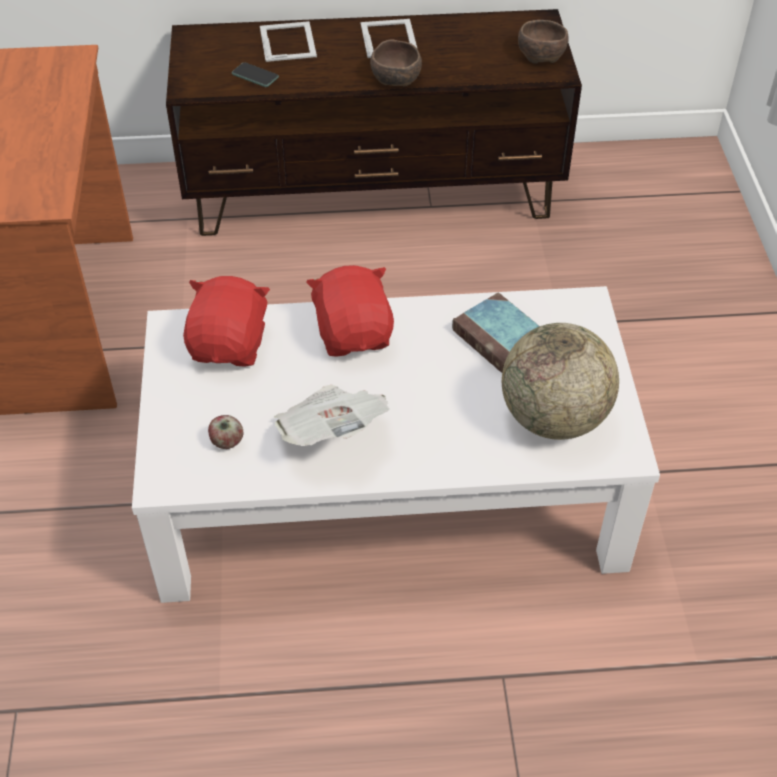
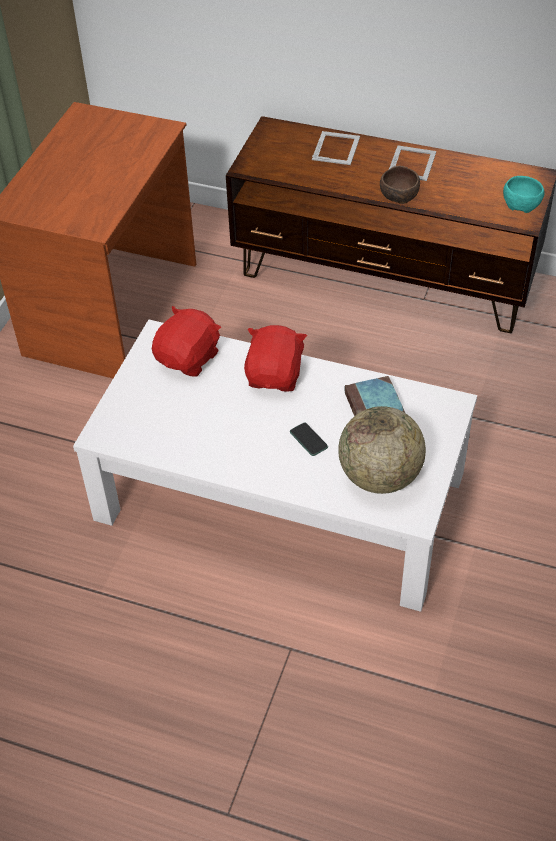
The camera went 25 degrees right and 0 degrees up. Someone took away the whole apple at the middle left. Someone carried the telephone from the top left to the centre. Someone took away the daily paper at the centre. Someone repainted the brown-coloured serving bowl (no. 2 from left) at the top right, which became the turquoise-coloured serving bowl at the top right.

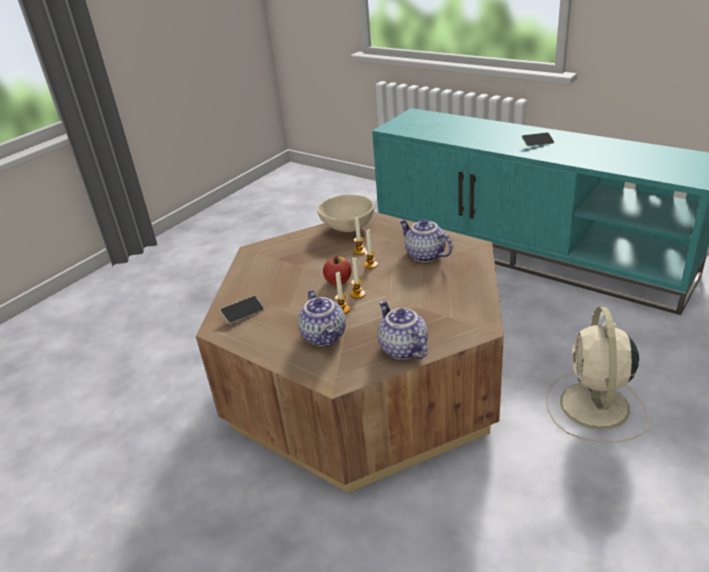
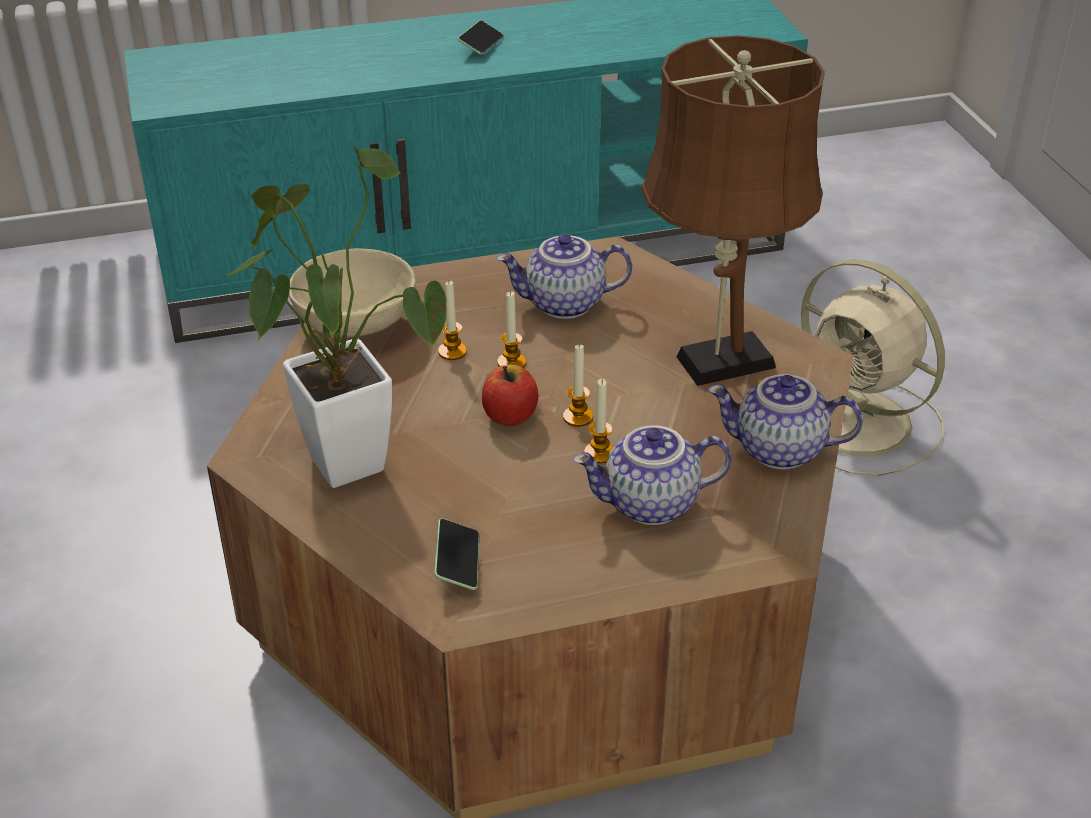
The camera went 55 degrees left and 5 degrees up. Someone rotated the tea pot (no. 1 from left in the first image) at the centre by 150 degrees clockwise. Someone put down the plant in a pot at the middle left. Someone put down the brown-coloured tabletop lamp at the top right.

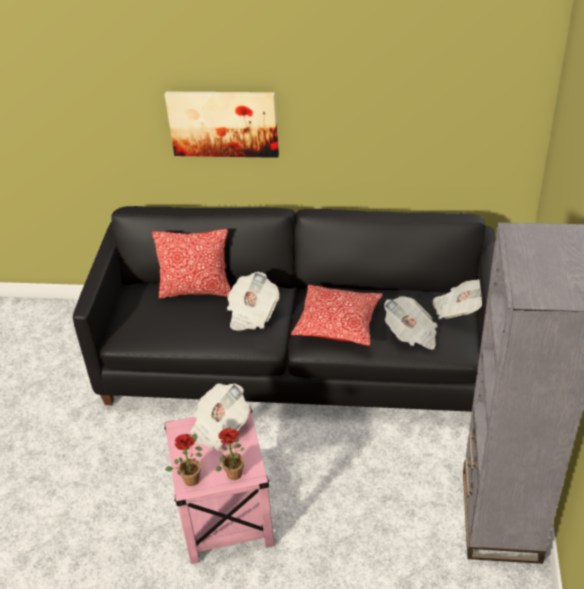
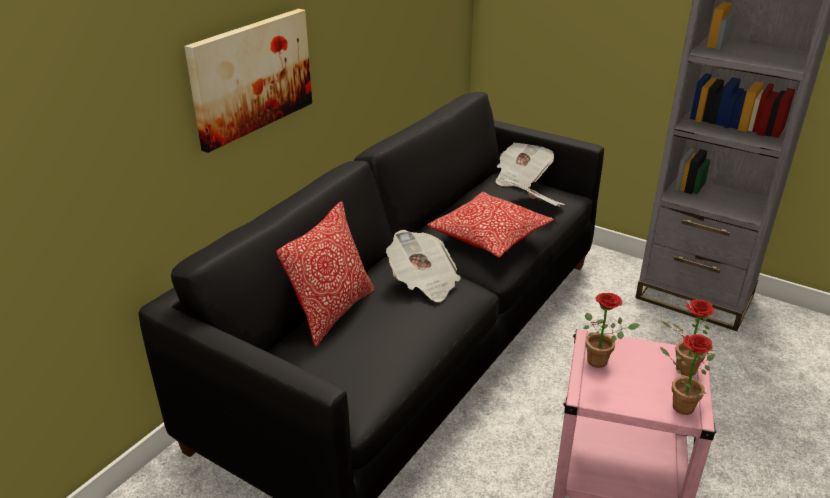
The camera went 65 degrees left and 10 degrees down. Someone swapped the daily paper (no. 1 from left) at the bottom centre for the plant in a pot (no. 1 from left) at the middle right.

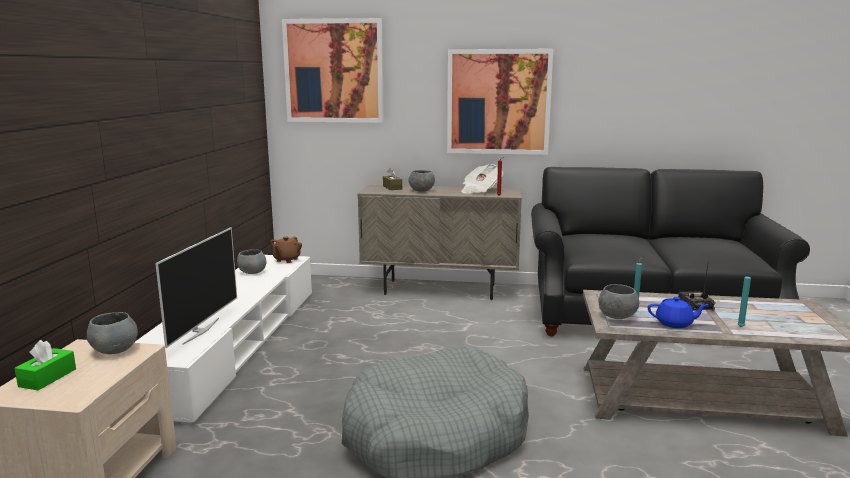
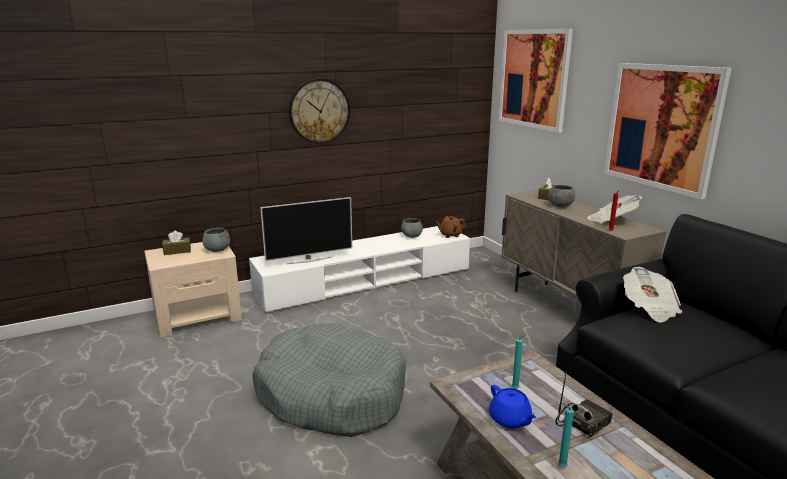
The camera went 55 degrees right and 5 degrees up. Someone repainted the green-coloured tissue holder at the bottom left, which became the brown-coloured tissue holder (no. 1 from left) at the middle left. Someone took away the greyish serving bowl (no. 4 from left) at the middle right. Someone put up the wall clock at the top centre. Someone put down the daily paper (no. 2 from left) at the middle right.

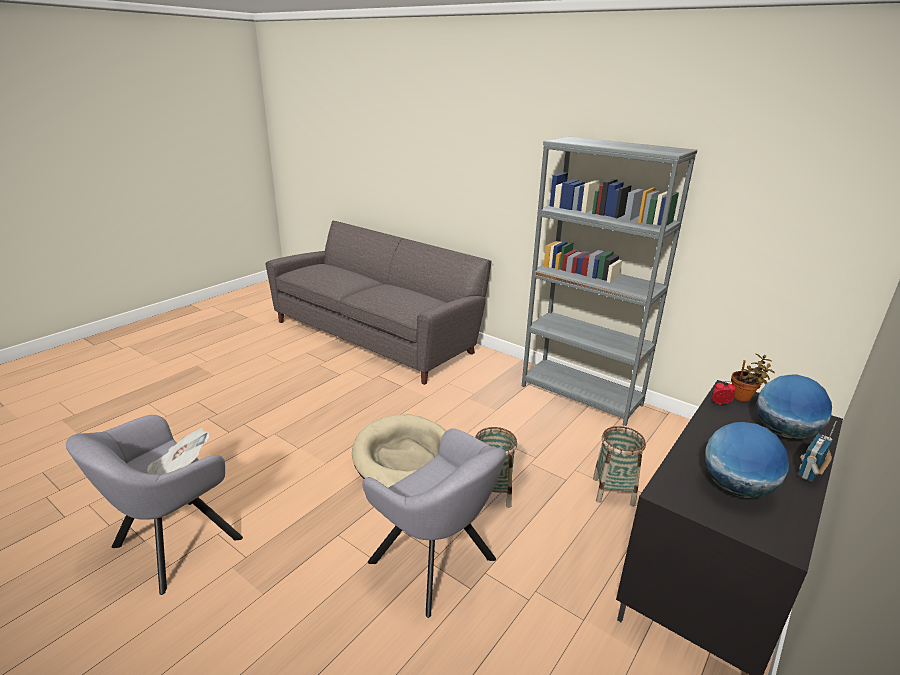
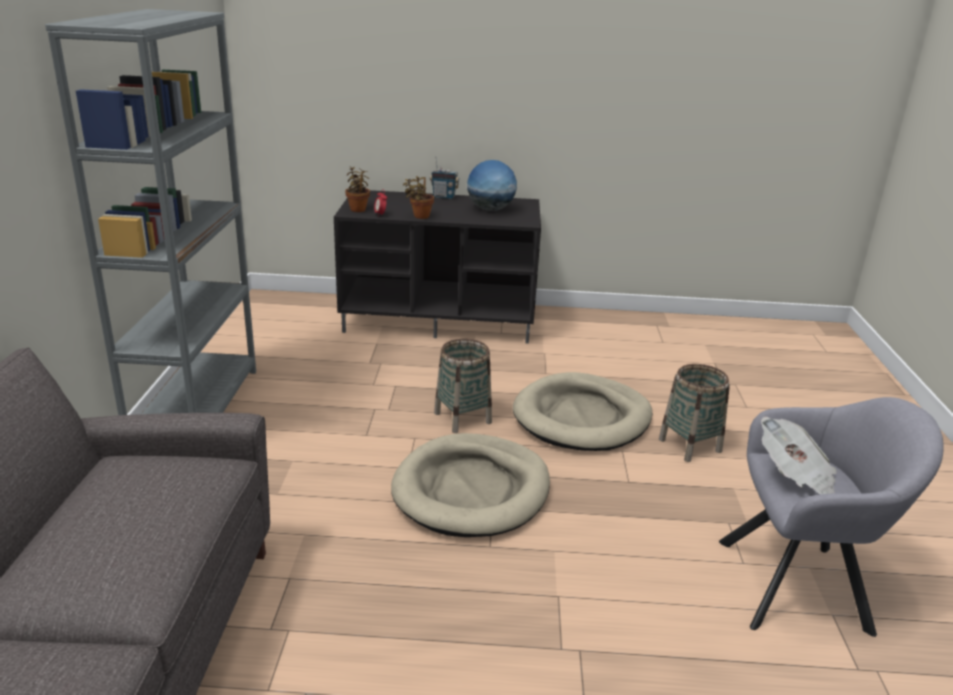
The camera went 125 degrees left and 0 degrees up. Someone swapped the greyish easy chair (no. 2 from left) at the bottom centre for the beige dog cushion (no. 2 from left) at the centre. Someone carried the household basket (no. 2 from left) from the bottom right to the middle right. Someone took away the desk globe (no. 2 from left) at the middle right. Someone put down the plant in a pot (no. 2 from left) at the top centre.

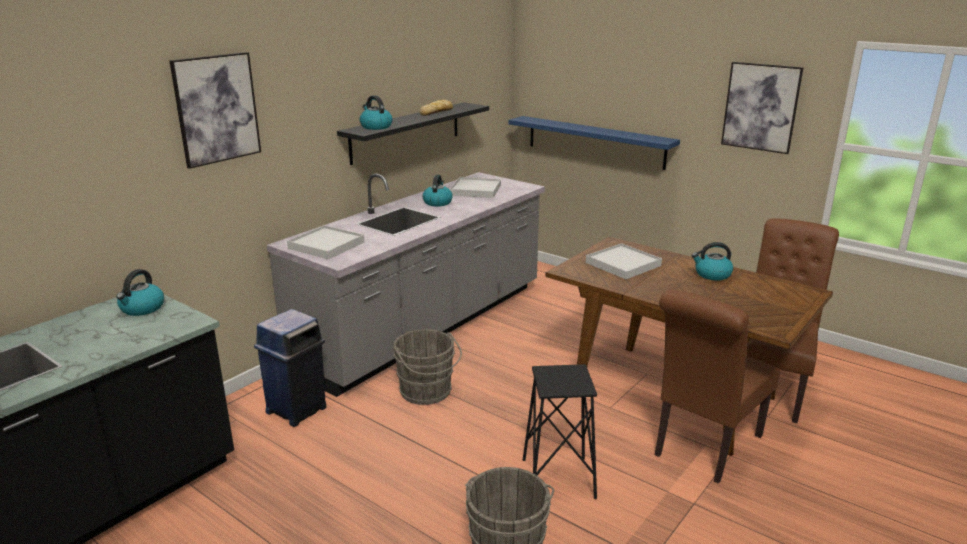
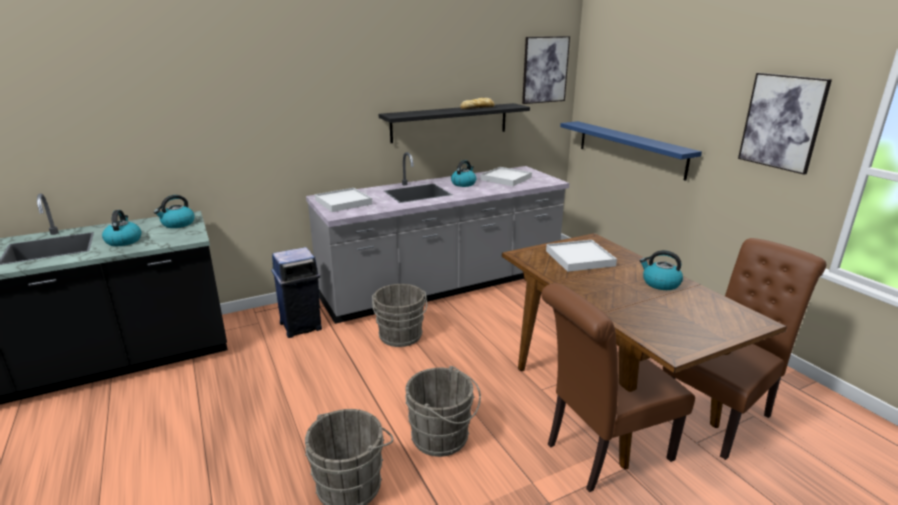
The camera went 25 degrees right and 0 degrees up. Someone carried the picture (no. 1 from left) from the top left to the top centre. Someone carried the water kettle (no. 2 from left in the first image) from the top centre to the middle left. Someone swapped the blackish sitting stool at the bottom centre for the greyish pail (no. 3 from left) at the bottom centre.

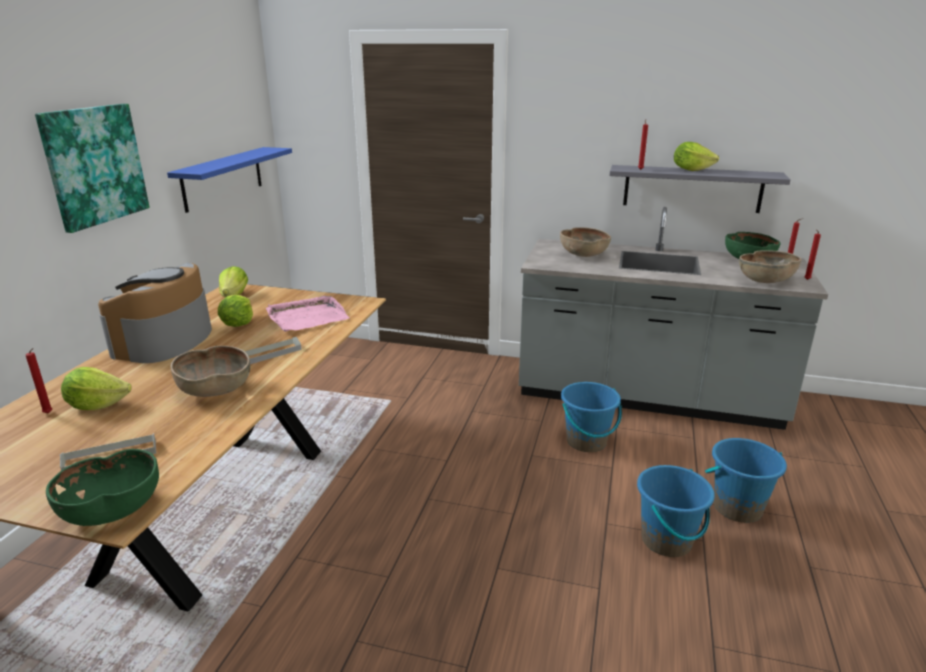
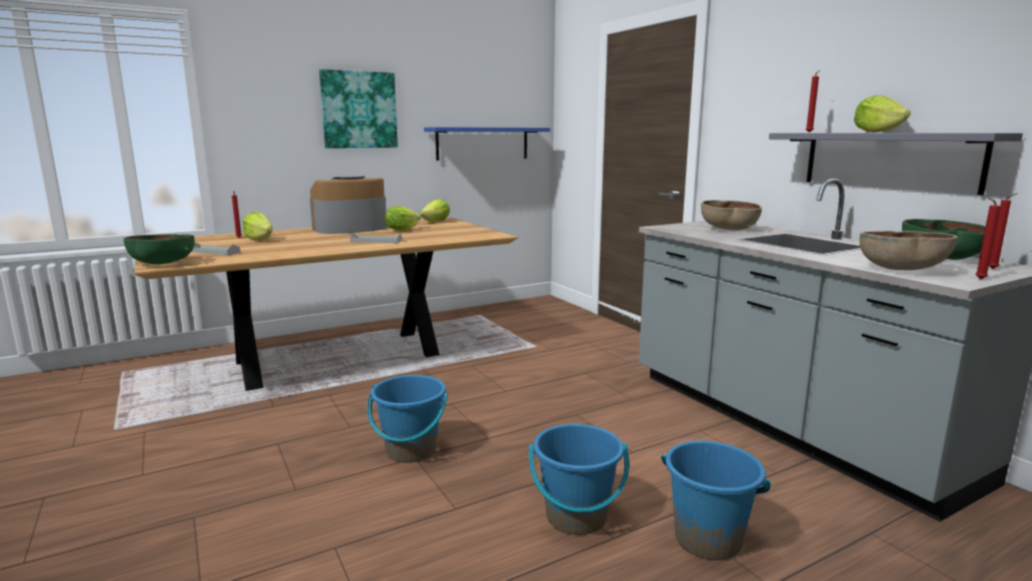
The camera went 45 degrees right and 10 degrees down. Someone took away the brown-coloured serving bowl (no. 1 from left) at the middle left. Someone took away the pinkish carrying tray at the middle left. Someone carried the bluish pail (no. 1 from left) from the centre to the bottom centre.

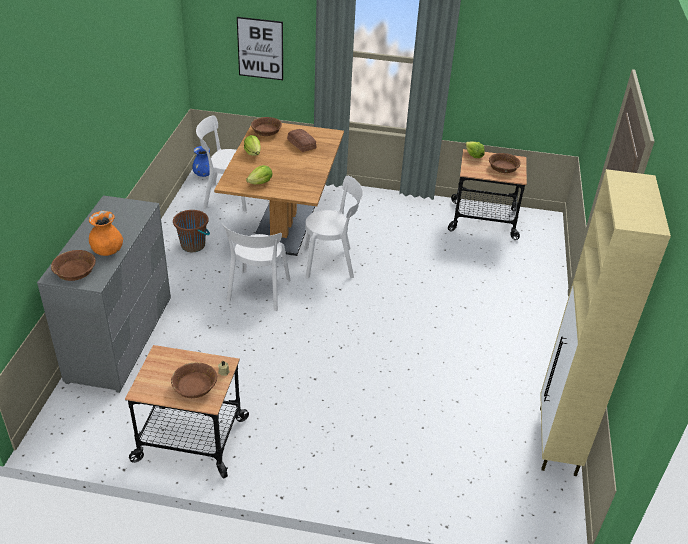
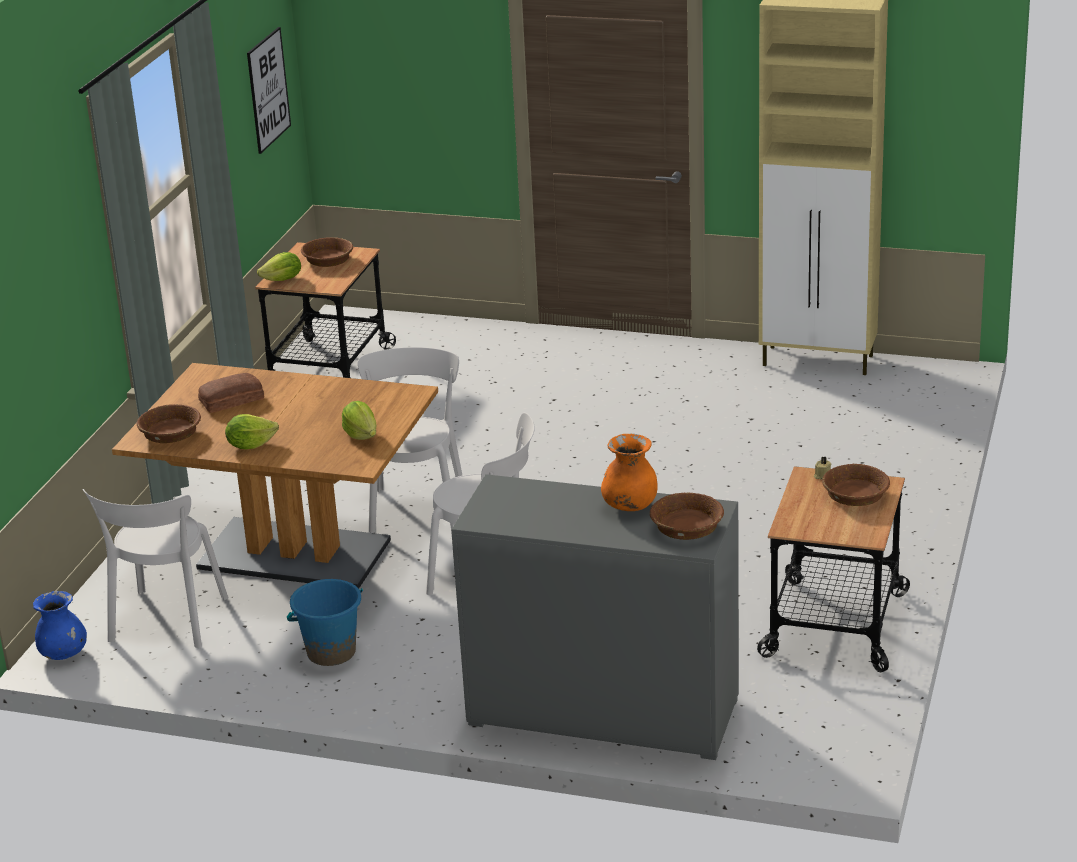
The camera went 80 degrees left and 10 degrees down. Someone repainted the brown-coloured pail at the middle left, which became the bluish pail at the bottom left. Someone carried the picture from the top centre to the top left.

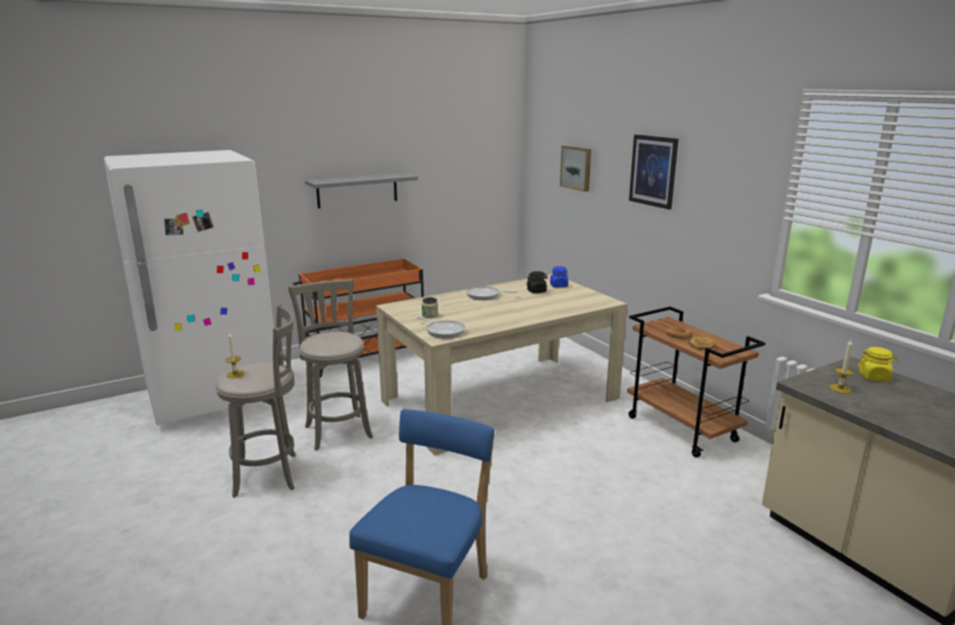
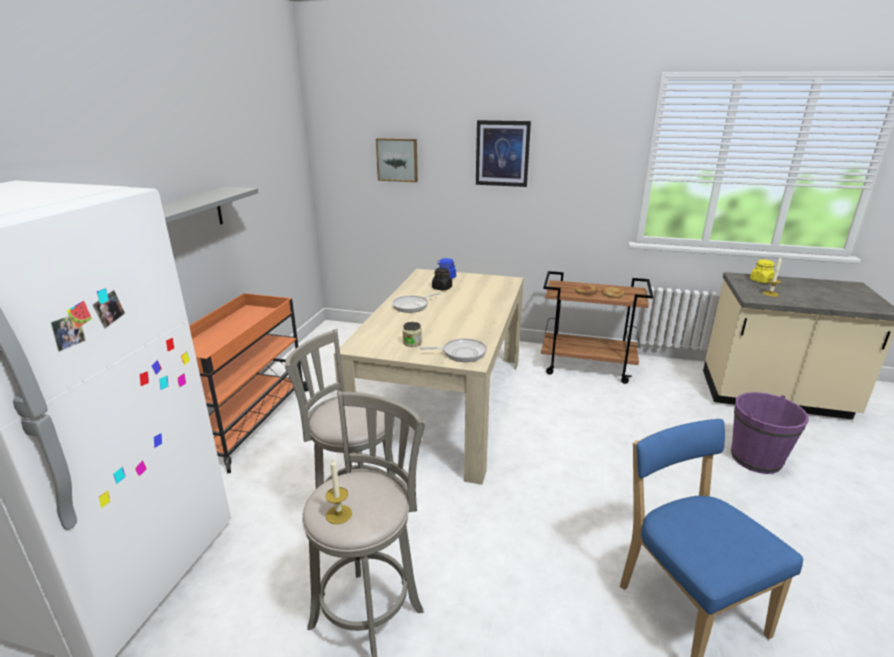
The camera went 45 degrees left and 5 degrees up. Someone put down the purple-coloured pail at the middle right.

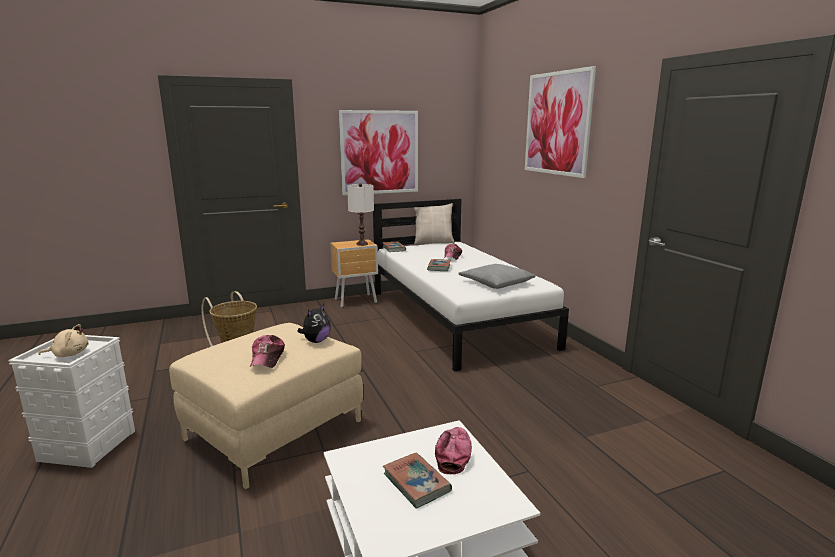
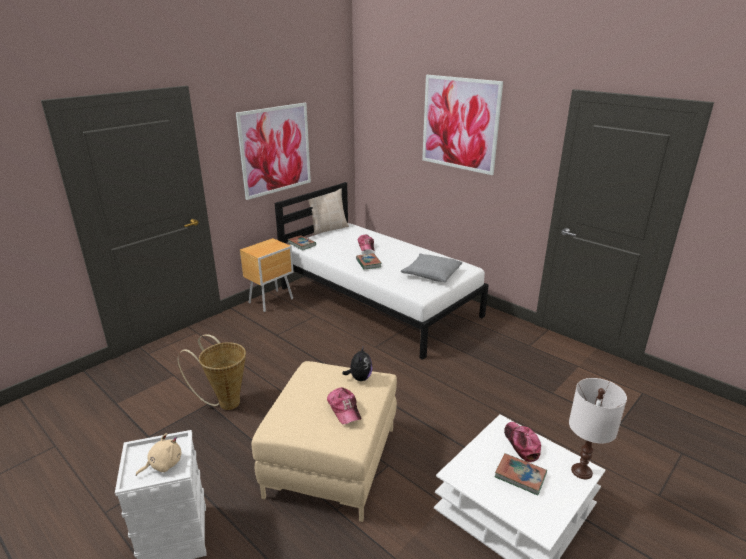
The camera went 25 degrees left and 10 degrees up. Someone carried the whitish tabletop lamp from the centre to the bottom right.

